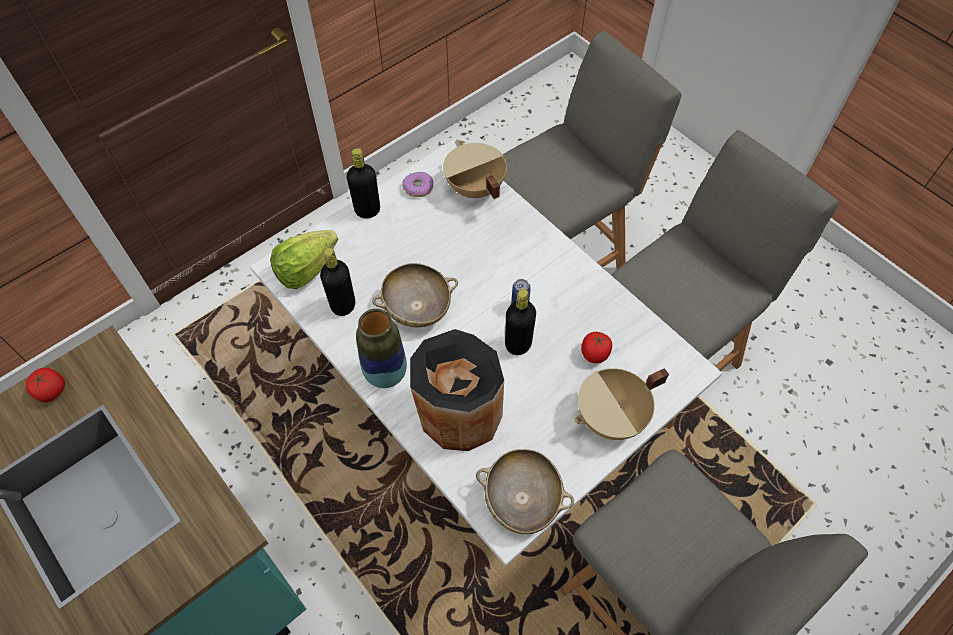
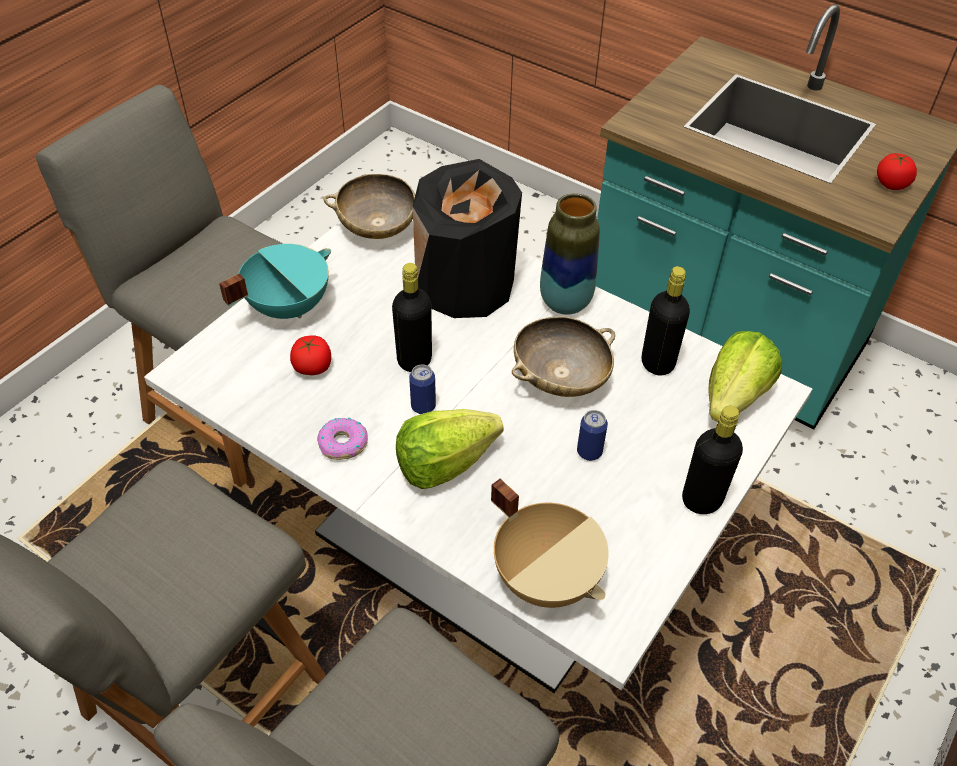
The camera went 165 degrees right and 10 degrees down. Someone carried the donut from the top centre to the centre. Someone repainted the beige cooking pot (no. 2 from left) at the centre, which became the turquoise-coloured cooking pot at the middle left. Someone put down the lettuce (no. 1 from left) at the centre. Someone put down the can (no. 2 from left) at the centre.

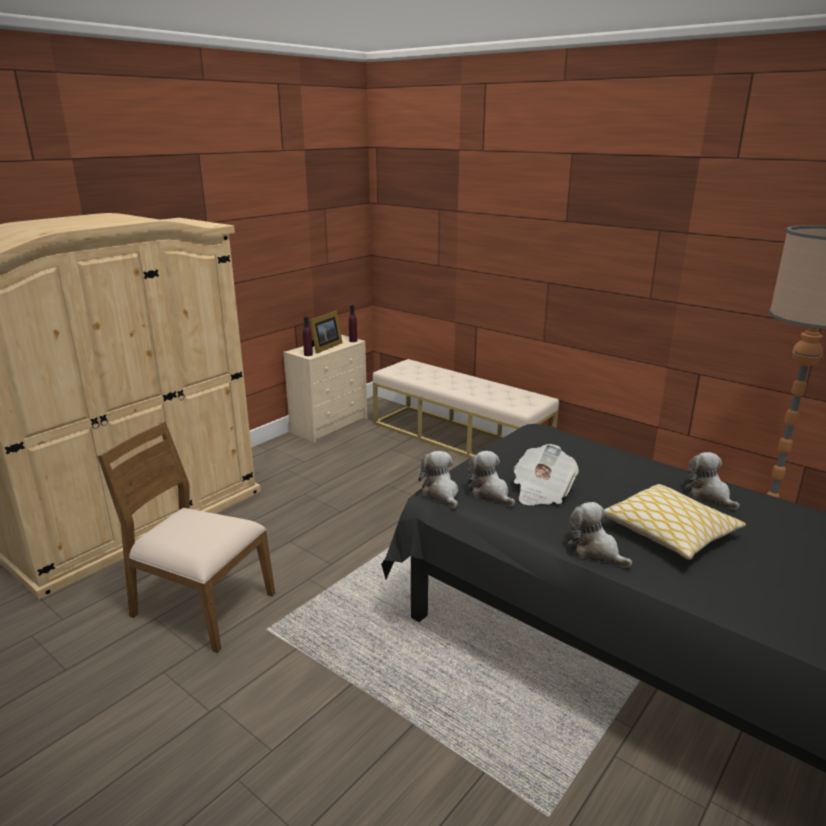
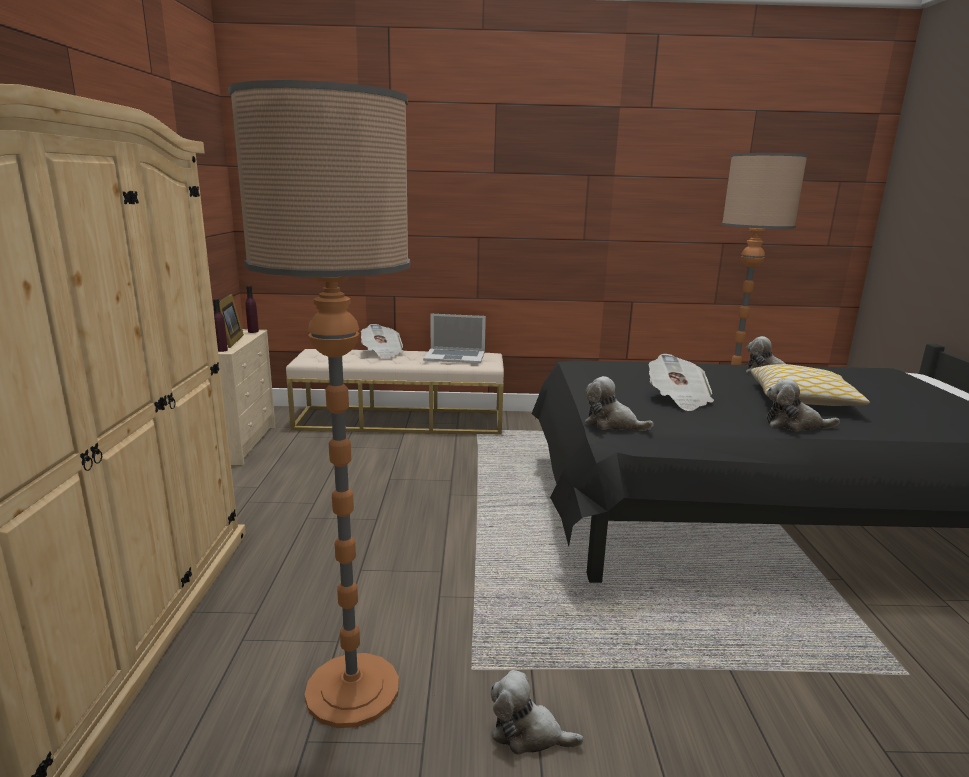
The camera went 40 degrees left and 5 degrees down. Someone swapped the brown-coloured plain chair at the middle left for the standard lamp (no. 1 from left) at the middle left. Someone carried the plush toy (no. 2 from left in the first image) from the centre to the bottom centre. Someone put down the daily paper (no. 1 from left) at the centre. Someone put down the notebook computer at the centre.

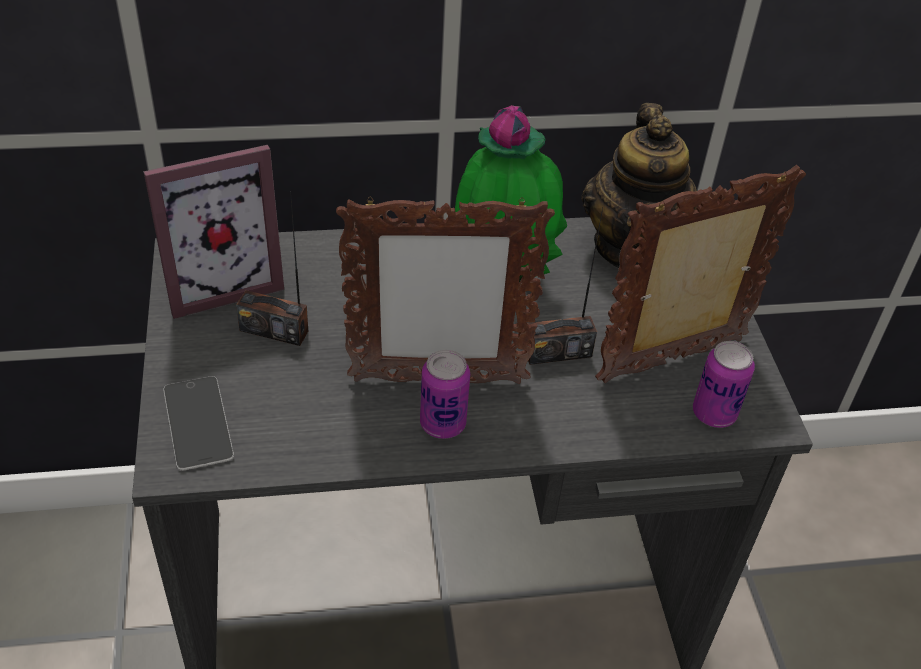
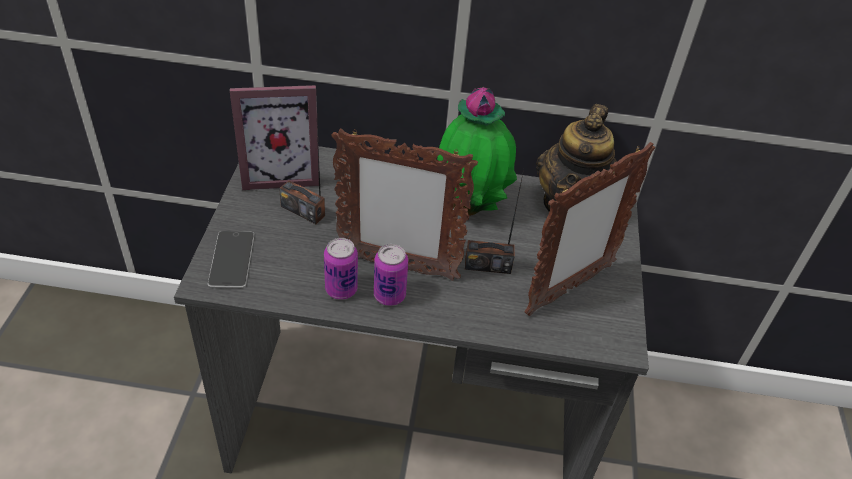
The camera went 15 degrees right and 0 degrees up. Someone rotated the picture frame (no. 3 from left) at the middle right by 150 degrees clockwise. Someone carried the can (no. 2 from left in the first image) from the middle right to the centre.

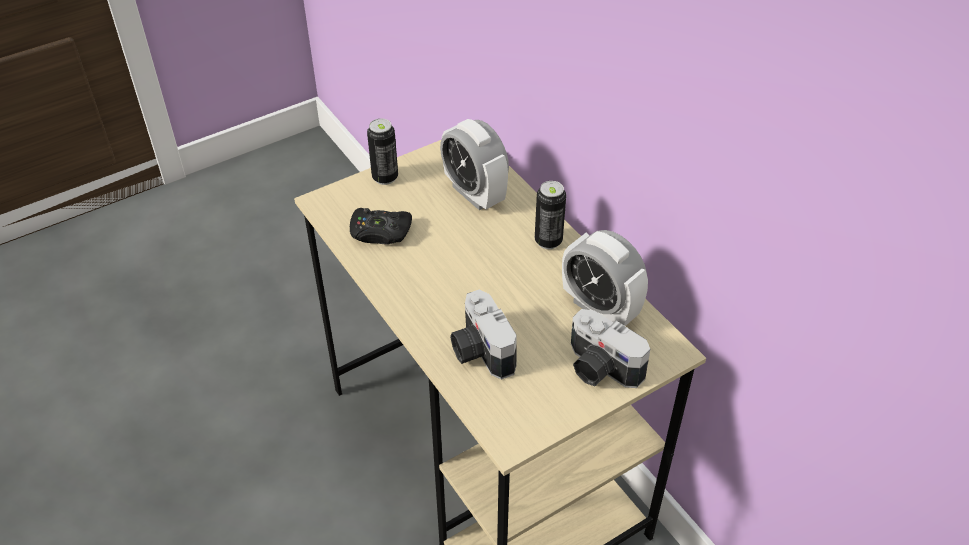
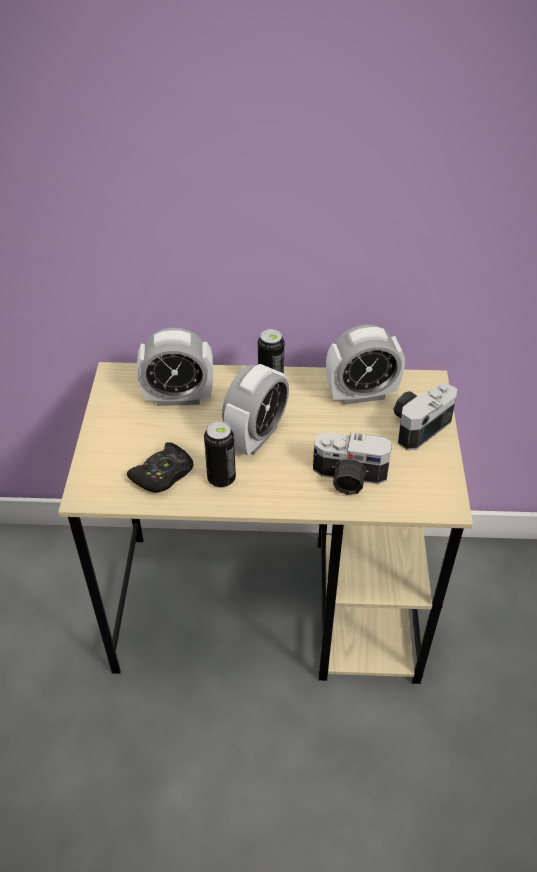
The camera went 55 degrees left and 0 degrees up. Someone carried the can (no. 1 from left) from the top centre to the centre. Someone rotated the still camera (no. 2 from left) at the centre by 150 degrees clockwise. Someone put down the table clock (no. 2 from left) at the centre.

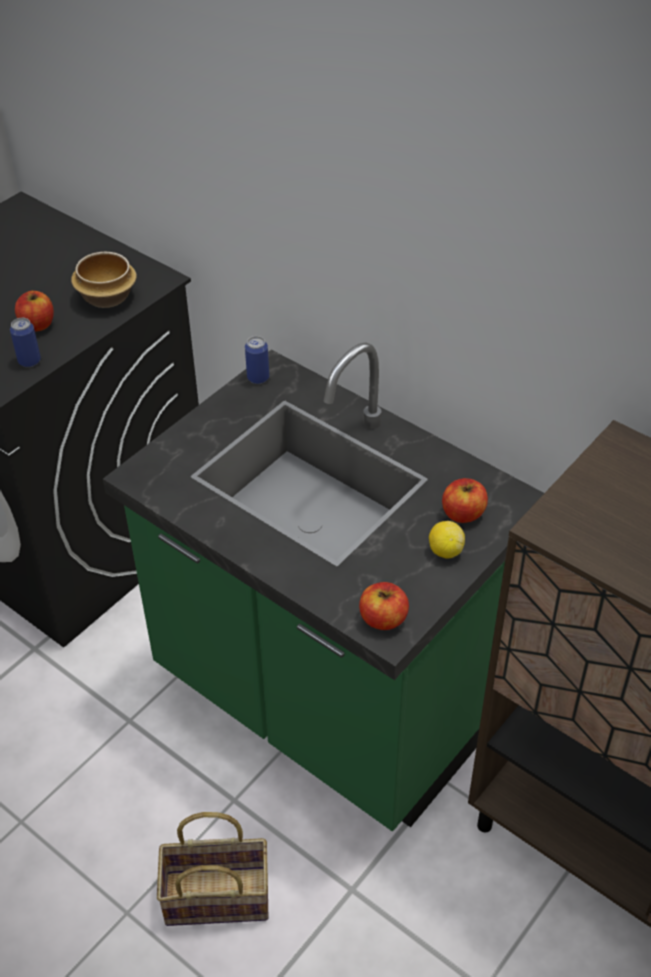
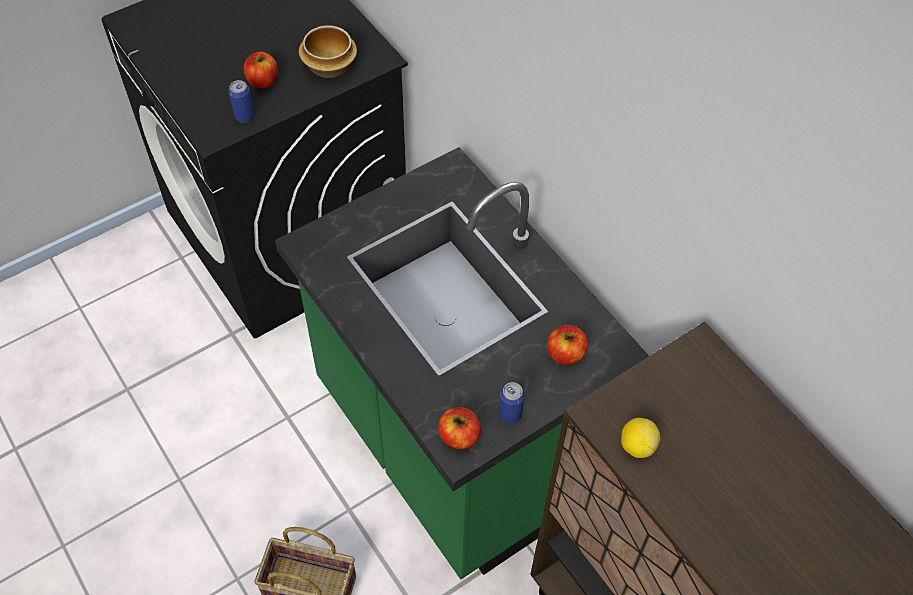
The camera went 15 degrees right and 10 degrees up. Someone carried the can (no. 2 from left) from the centre to the bottom centre. Someone carried the citrus fruit from the middle right to the bottom right.

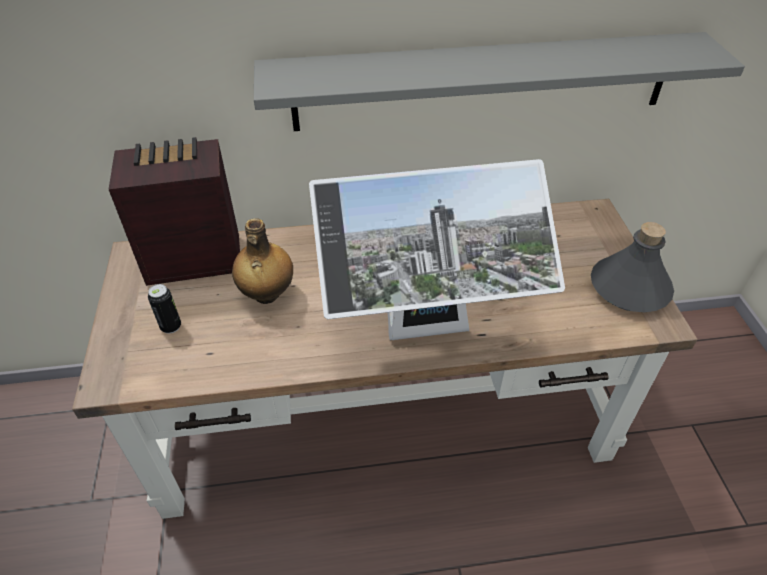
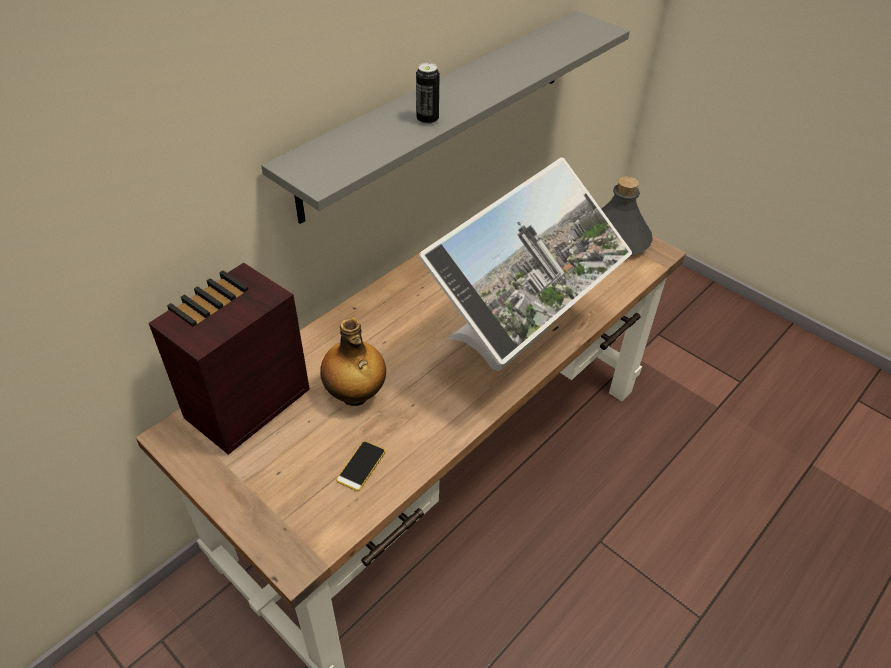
The camera went 40 degrees left and 0 degrees up. Someone carried the can from the middle left to the top centre. Someone put down the telephone at the bottom centre.

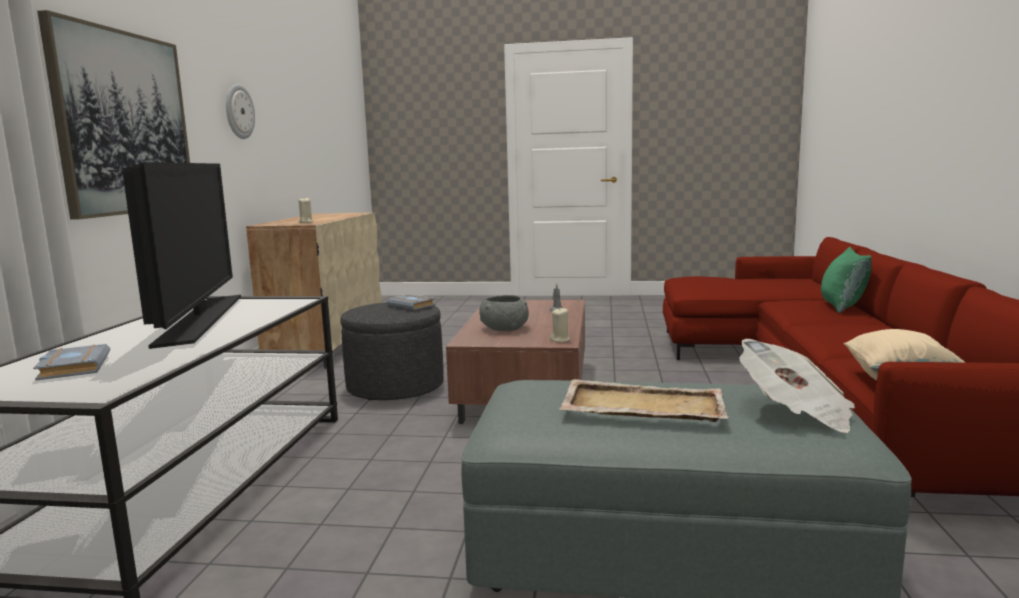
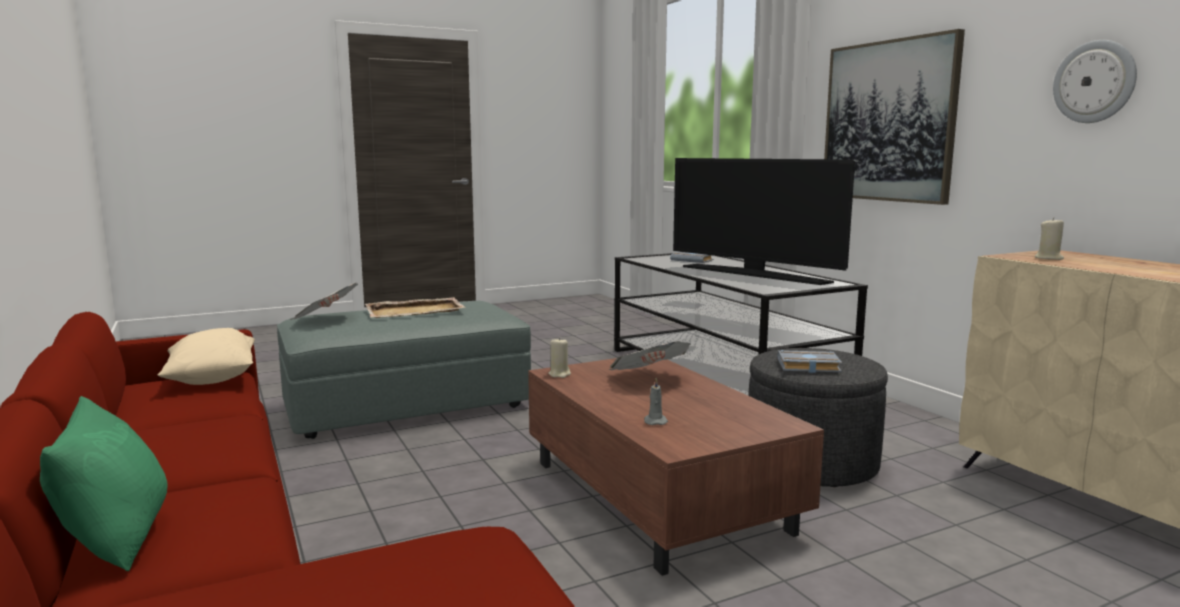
The camera went 145 degrees right and 0 degrees up. Someone swapped the greyish serving bowl at the centre for the daily paper (no. 2 from left) at the centre.

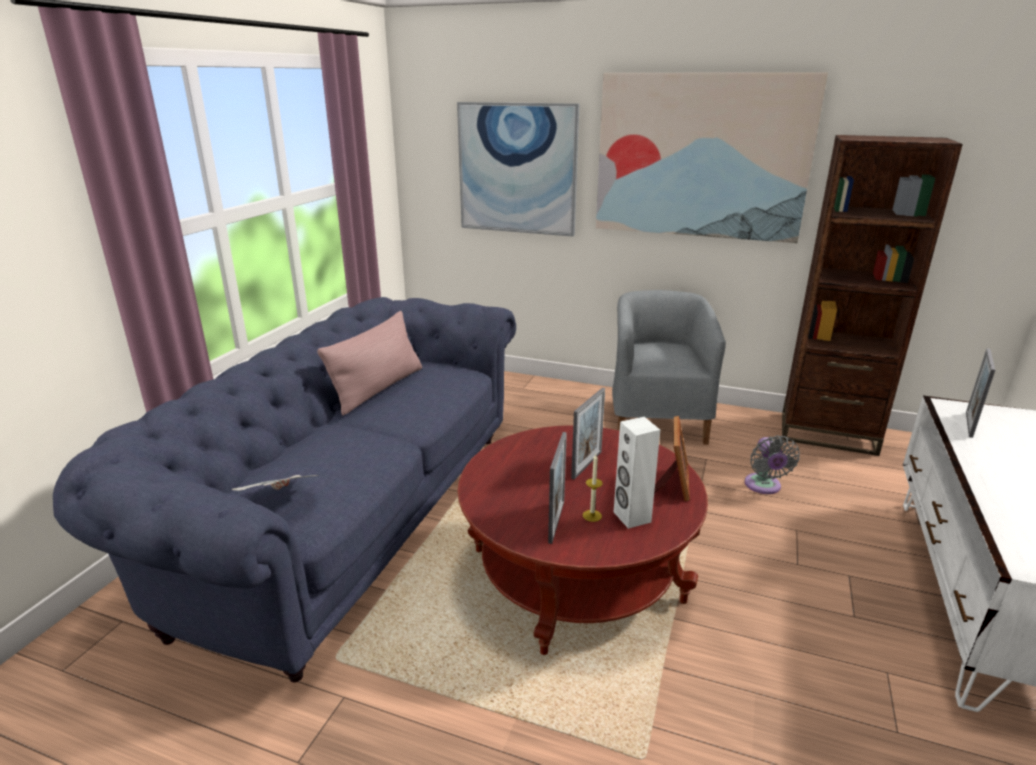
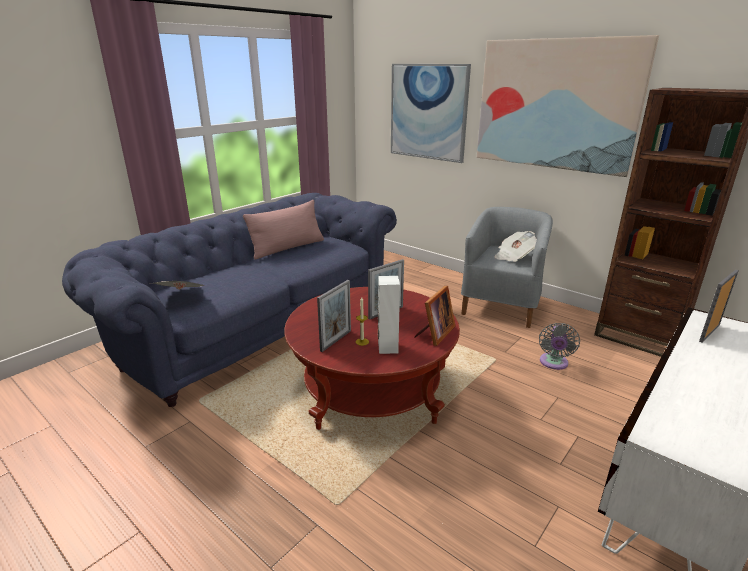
The camera went 20 degrees right and 0 degrees up. Someone put down the daily paper (no. 2 from left) at the middle right.

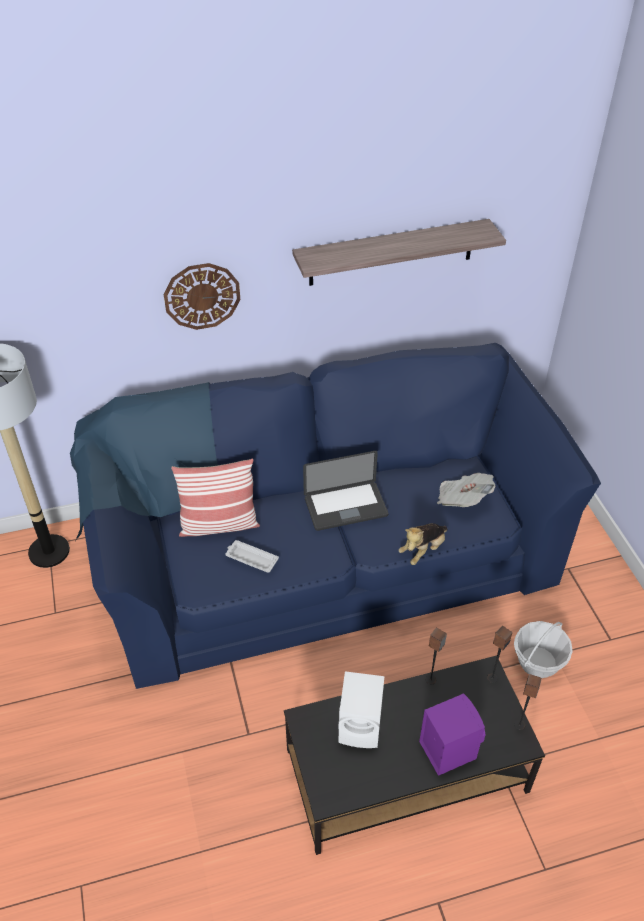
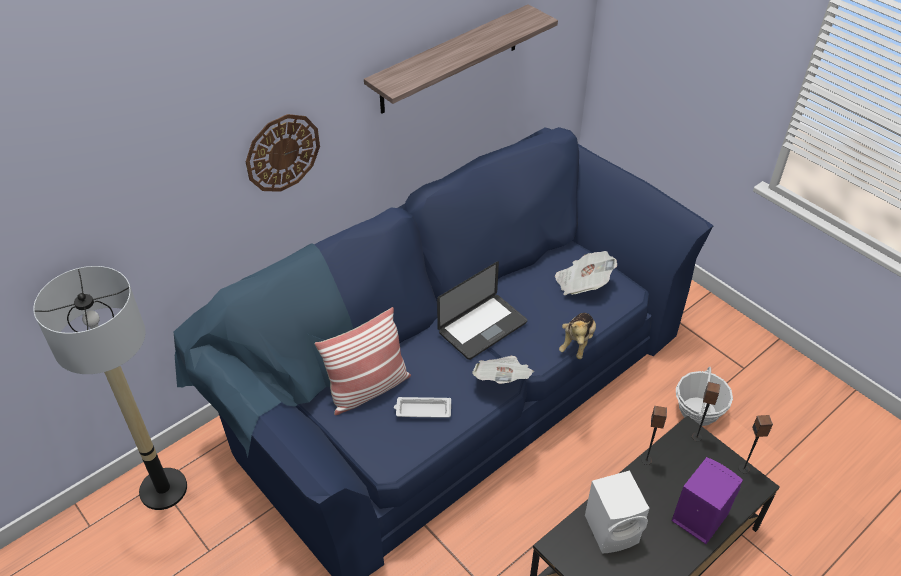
The camera went 25 degrees left and 0 degrees up. Someone put down the daily paper (no. 1 from left) at the centre.

